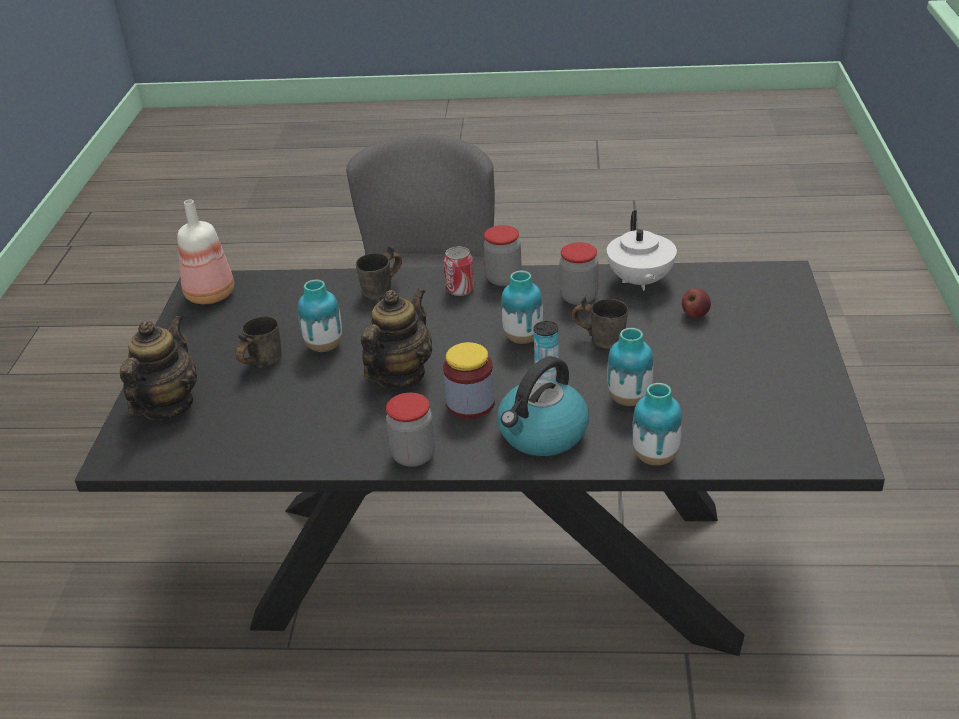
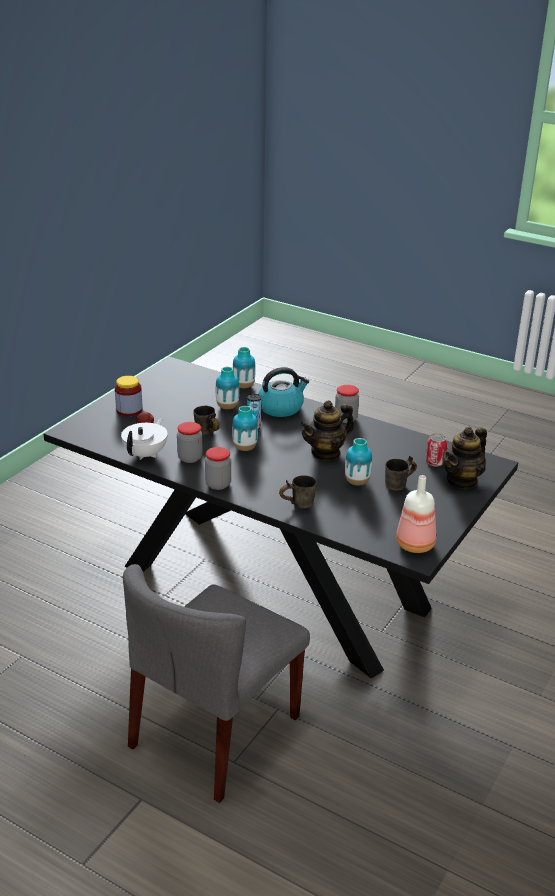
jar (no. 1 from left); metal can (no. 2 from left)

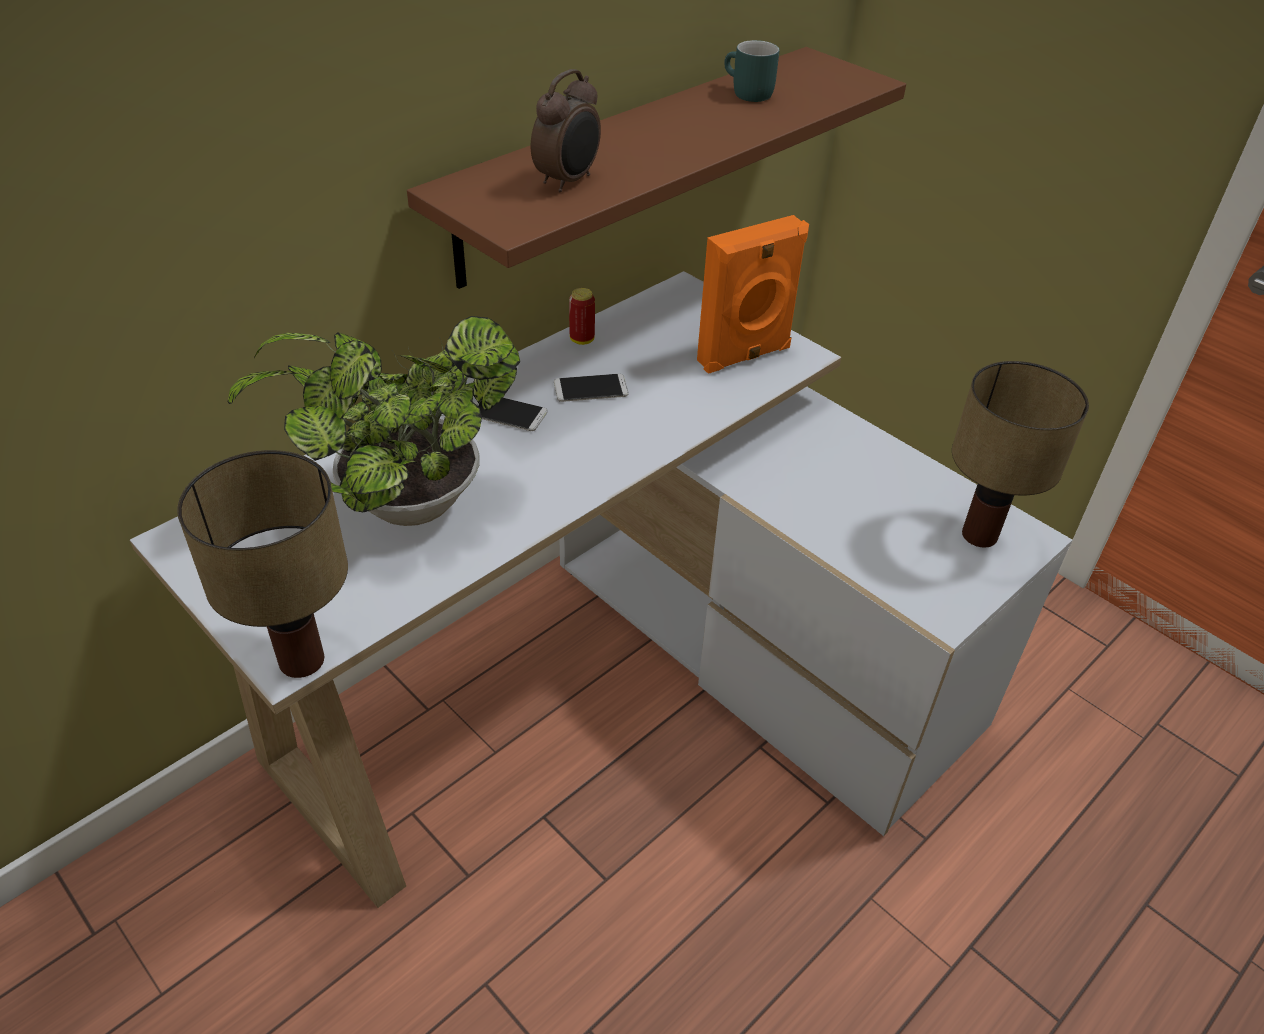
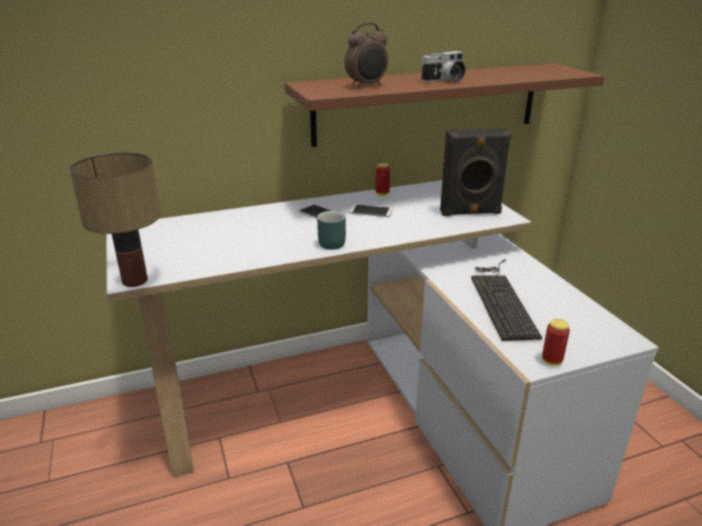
plant in a pot; speaker (blackish); mug (blue-green); table lamp (no. 2 from left in the first image); still camera; keyboard; metal can (no. 2 from left)

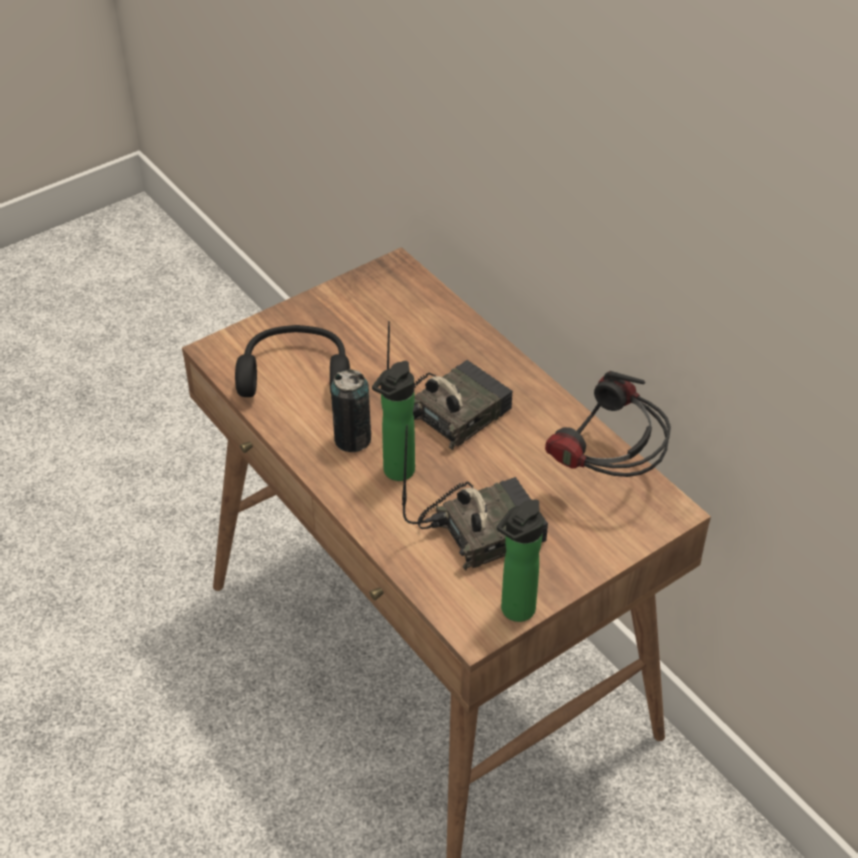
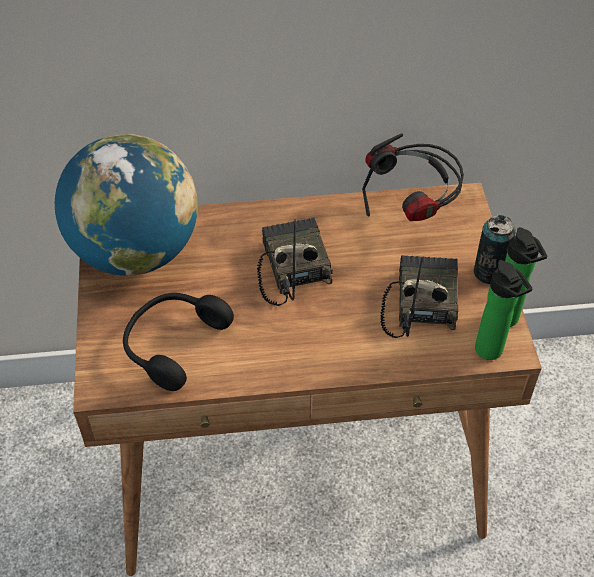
metal can; bottle (no. 1 from left); desk globe

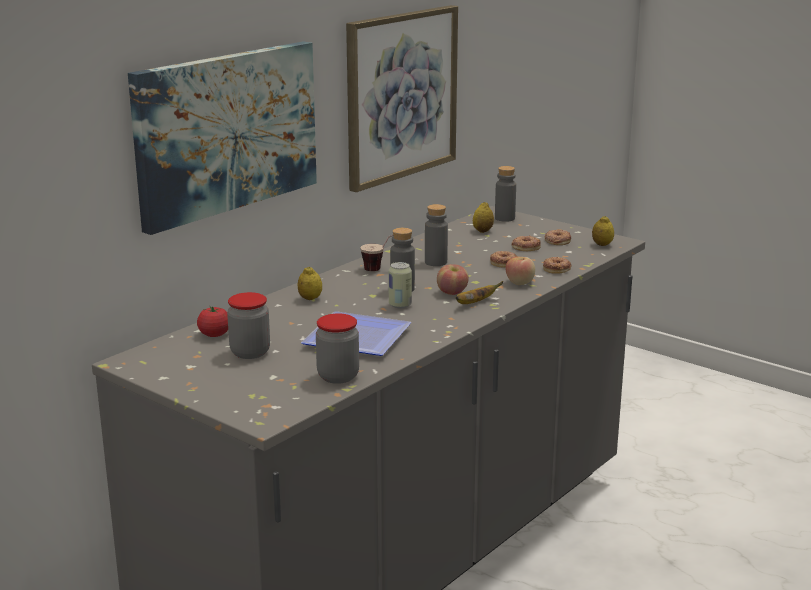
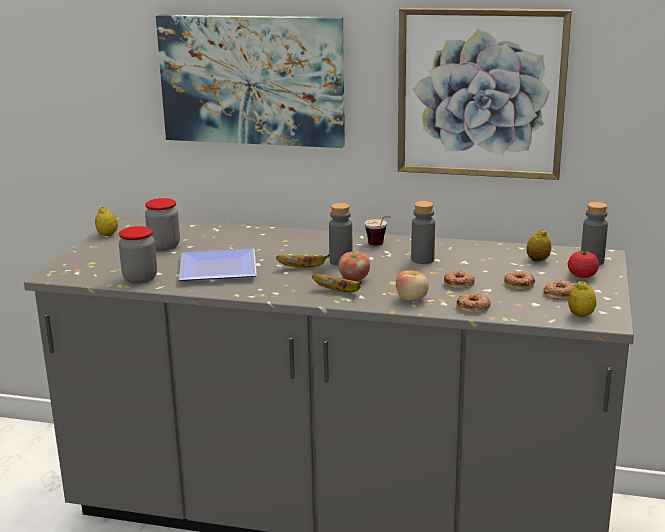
whole tomato; whole lemon (no. 1 from left); banana fruit (no. 1 from left)

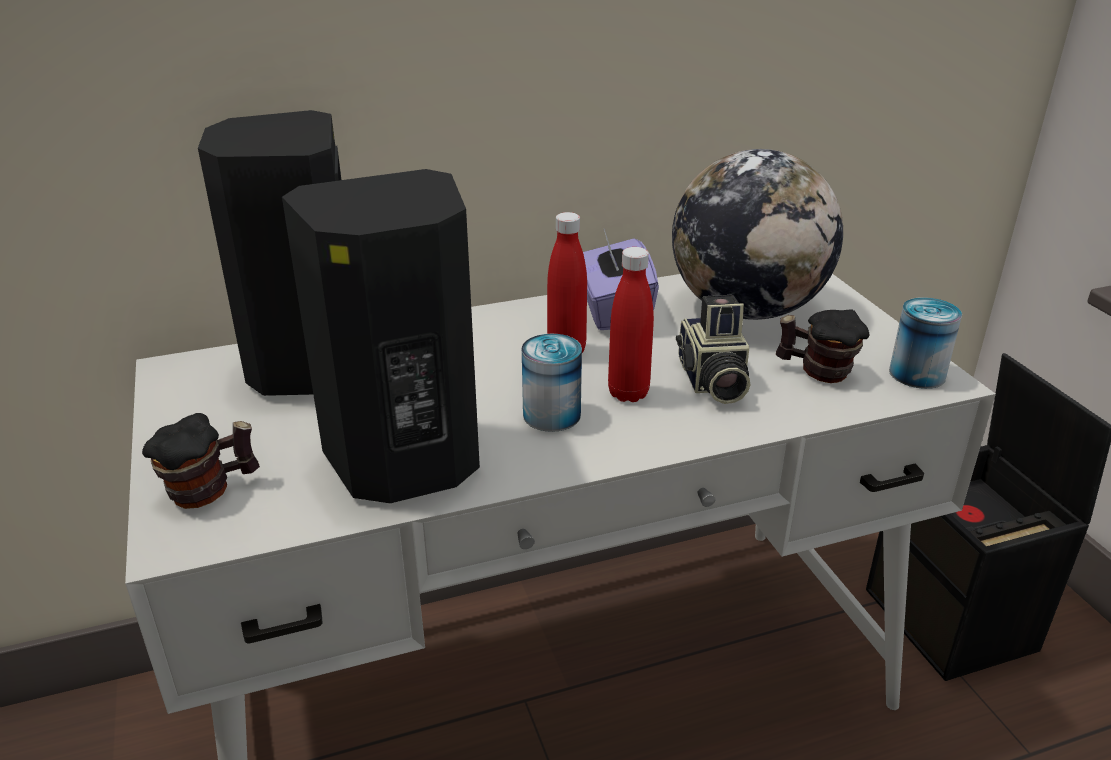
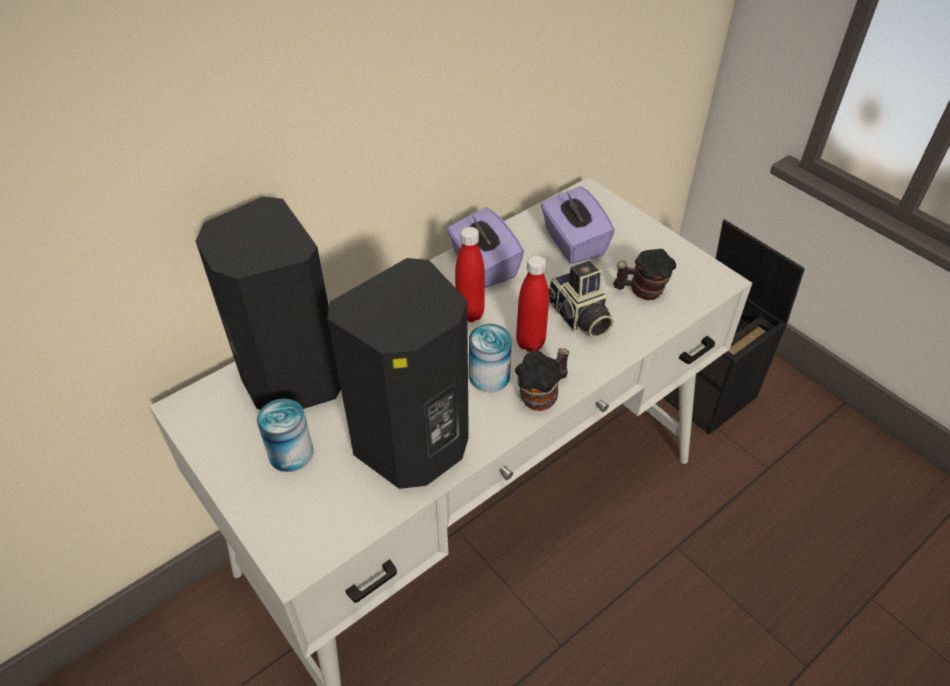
mug (no. 1 from left); tissue holder (purple-coloured) (no. 2 from left); metal can (no. 1 from left)

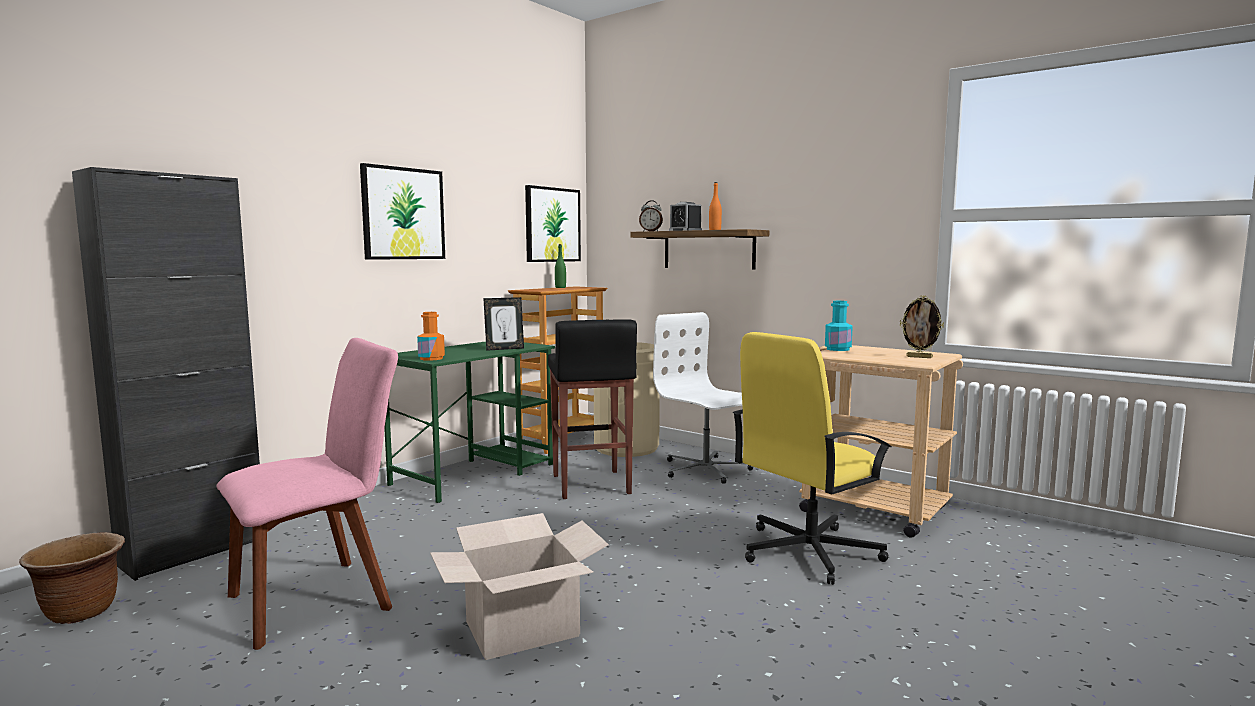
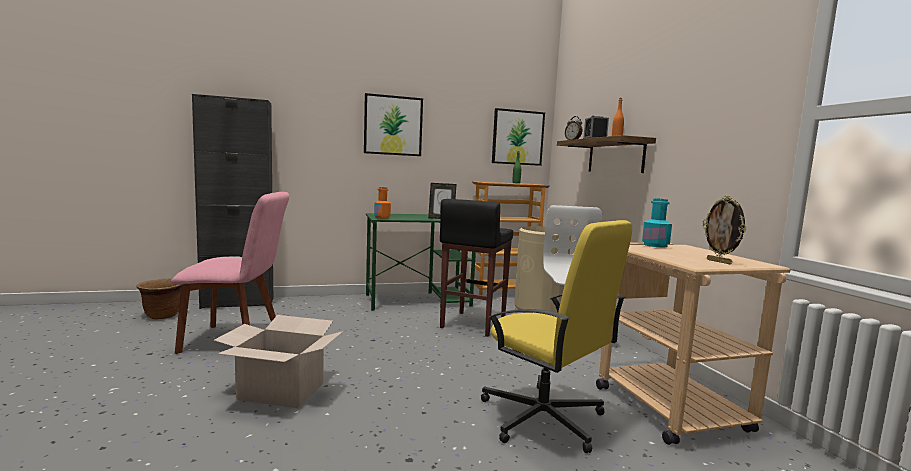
desk chair (yellow-coloured)

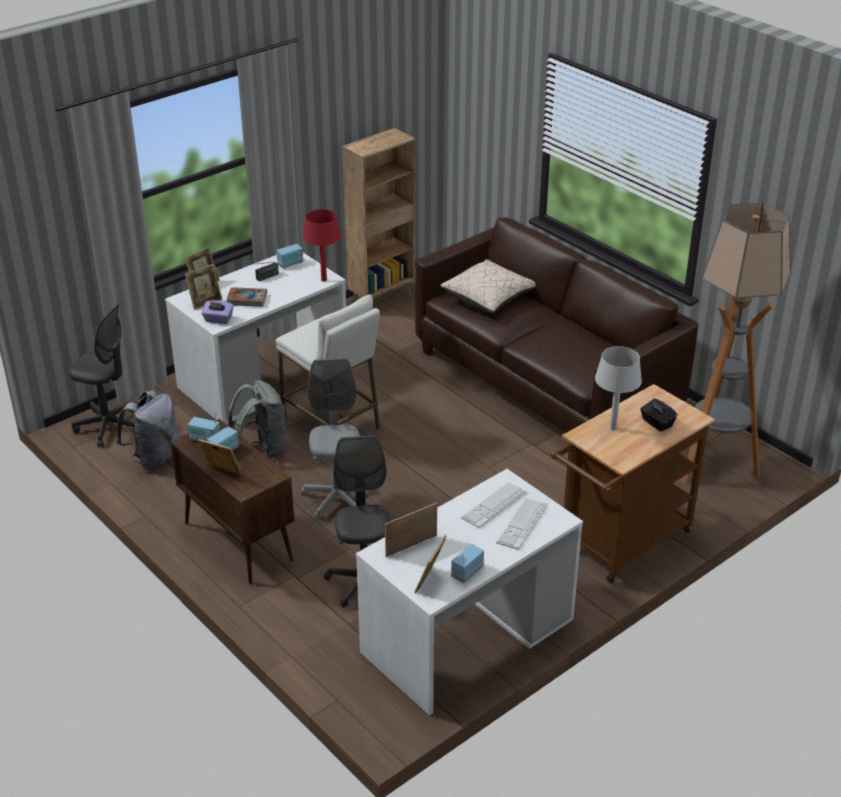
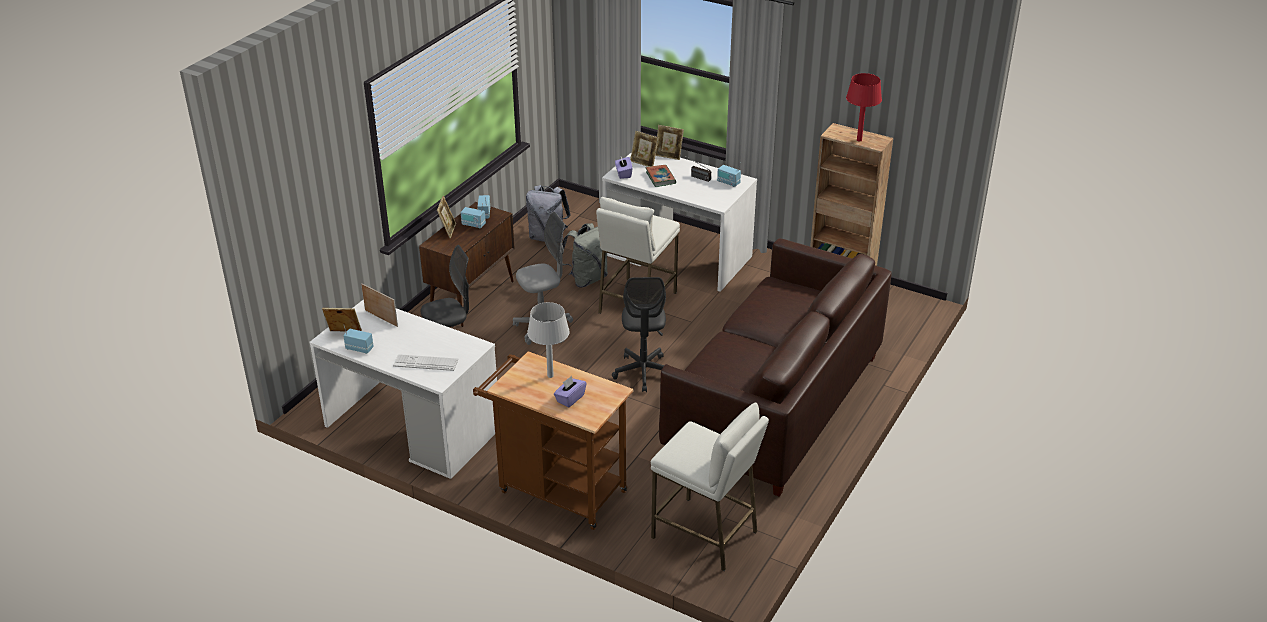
desk chair (grey) (no. 3 from left); table lamp (reddish); throw pillow (sand-coloured); keyboard (no. 1 from left in the first image); tissue holder (purple-coloured) (no. 1 from left); sitting stool (white-coloured) (no. 2 from left)

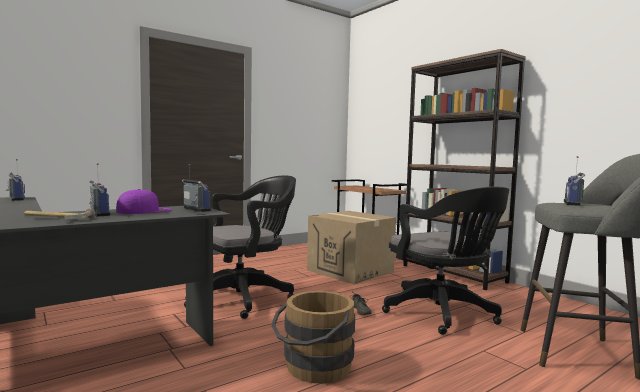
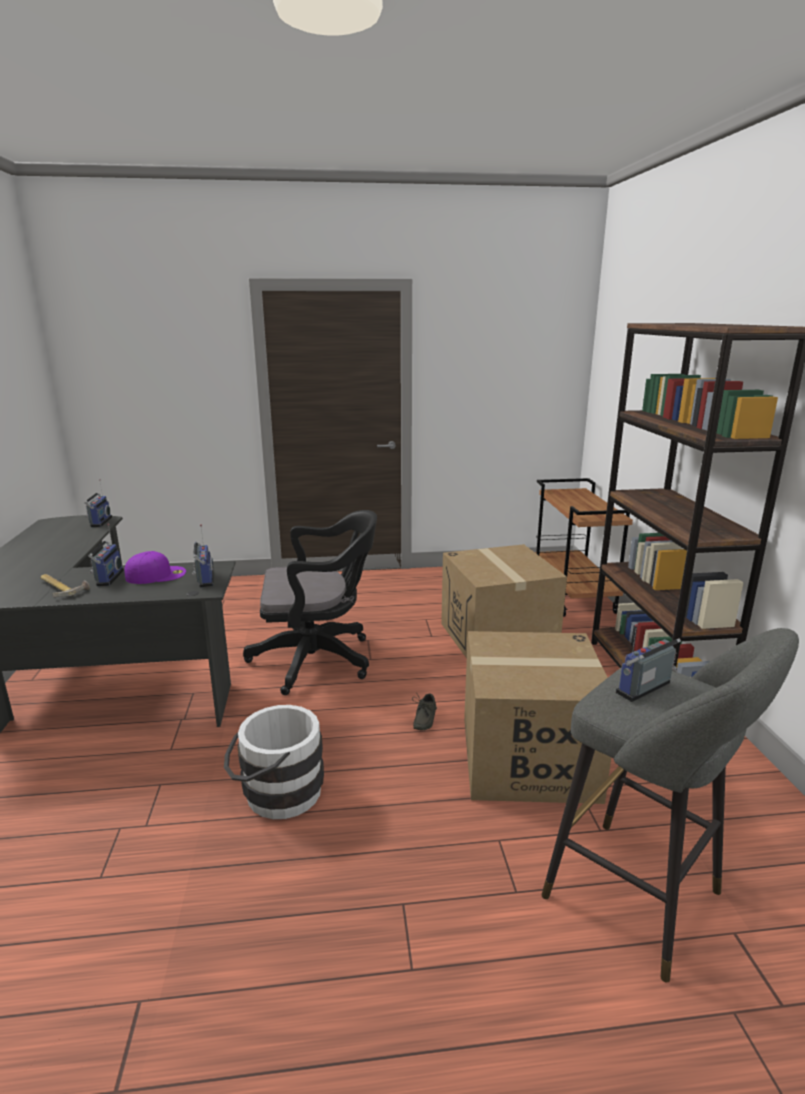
bucket (white-coloured); carton (no. 2 from left)

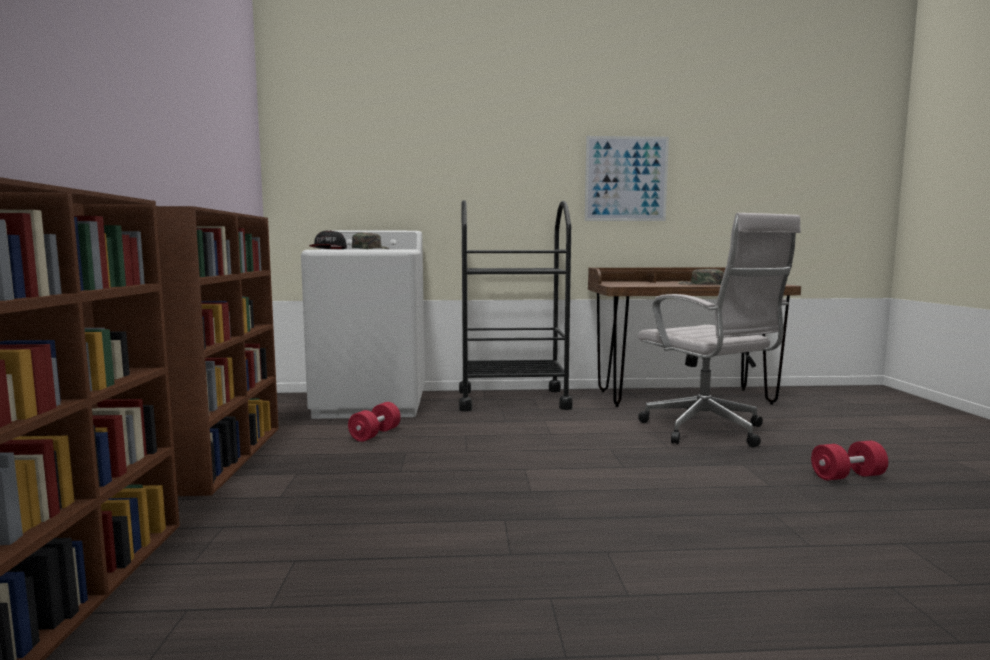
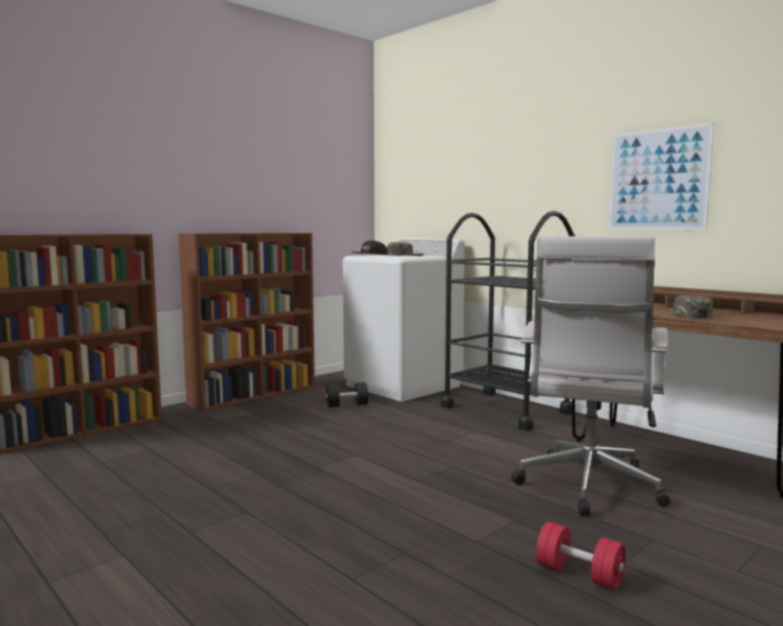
dumbbell (blackish)

